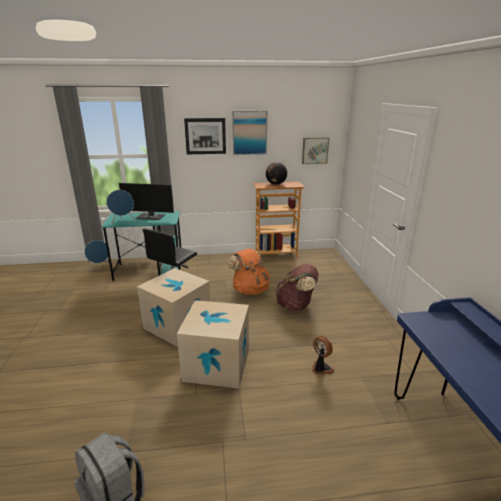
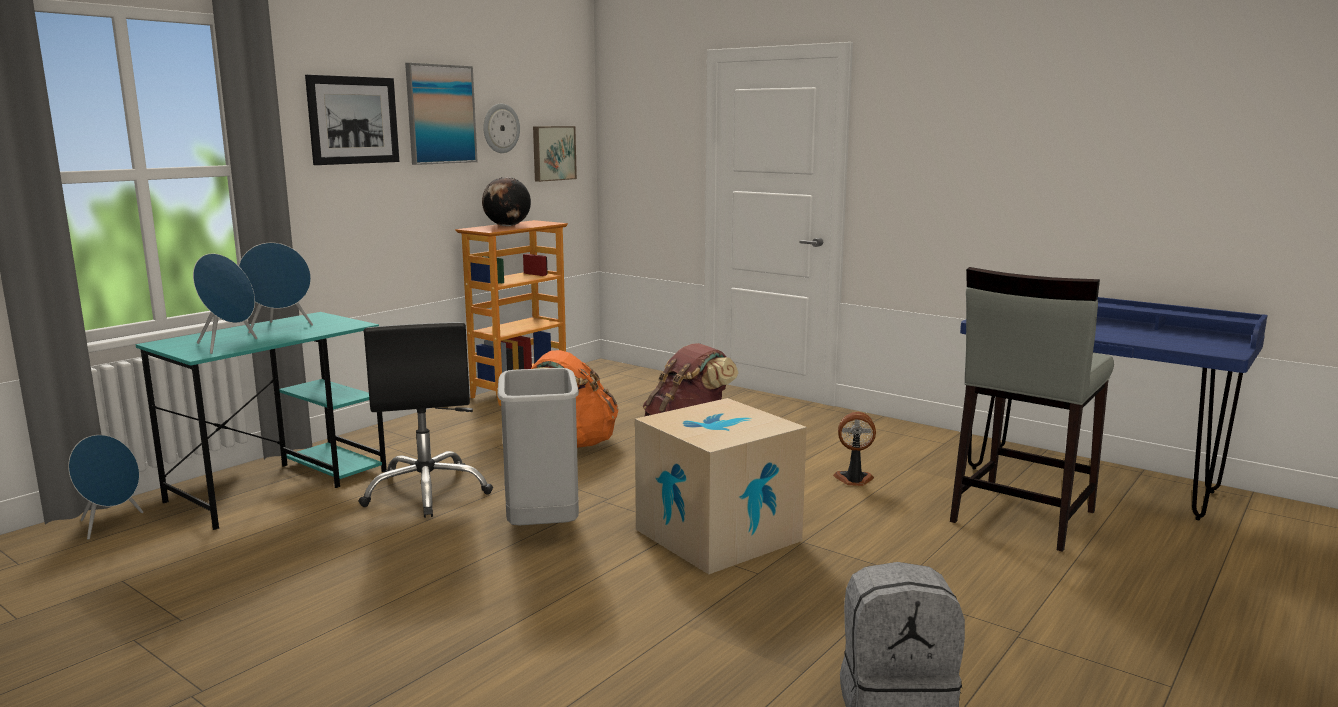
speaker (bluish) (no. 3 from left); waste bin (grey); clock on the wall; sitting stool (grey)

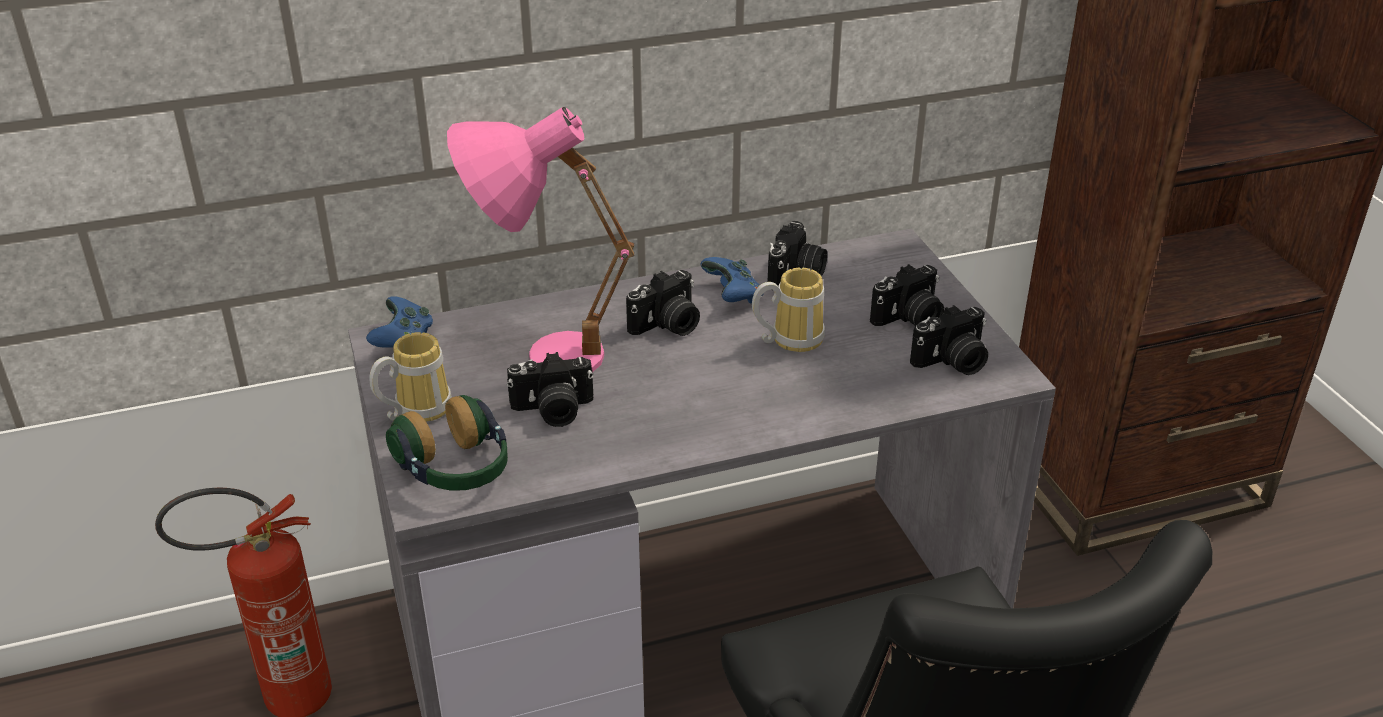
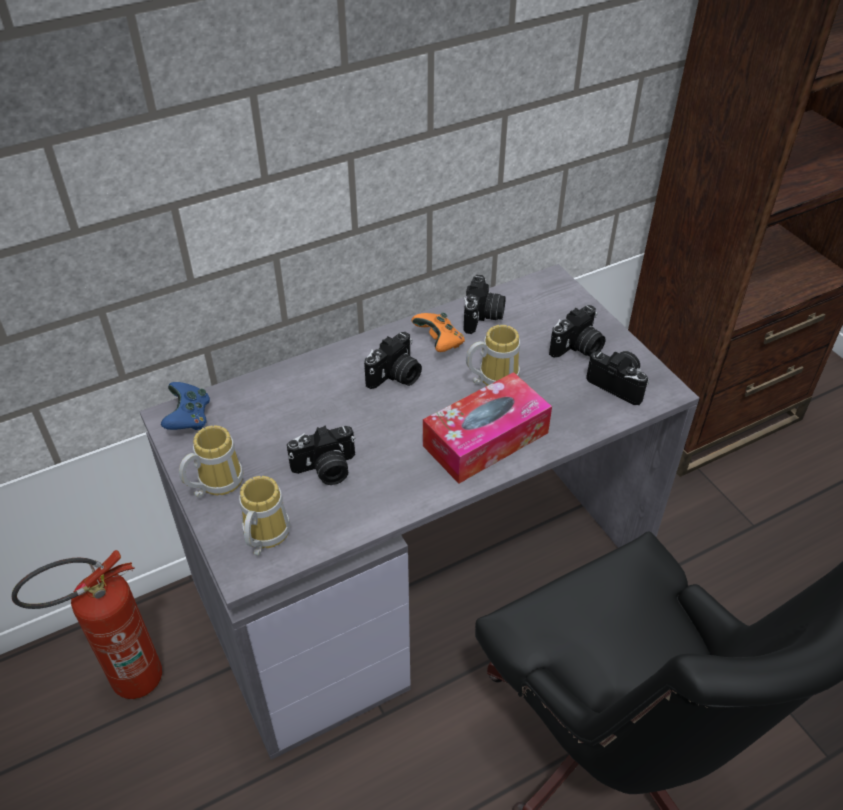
mug (no. 2 from left); table lamp (pink); gamepad (orange-coloured); still camera (no. 5 from left); tissue holder

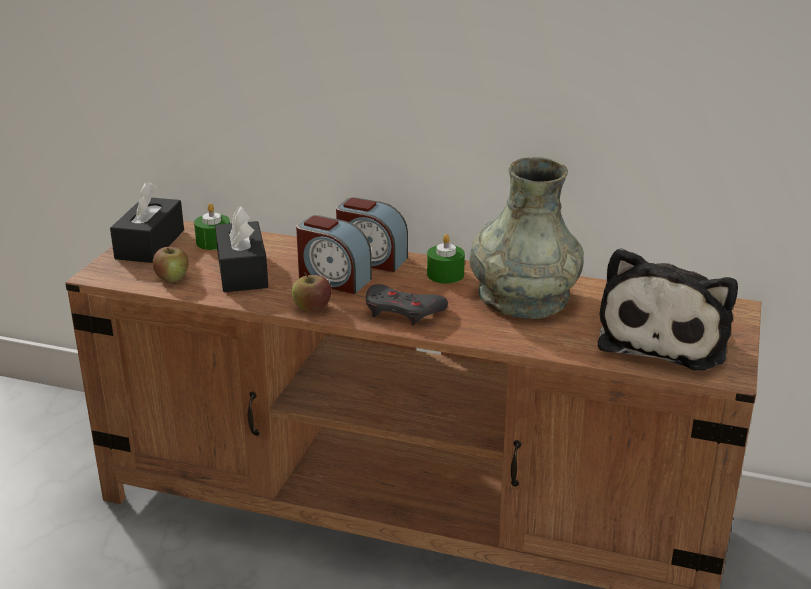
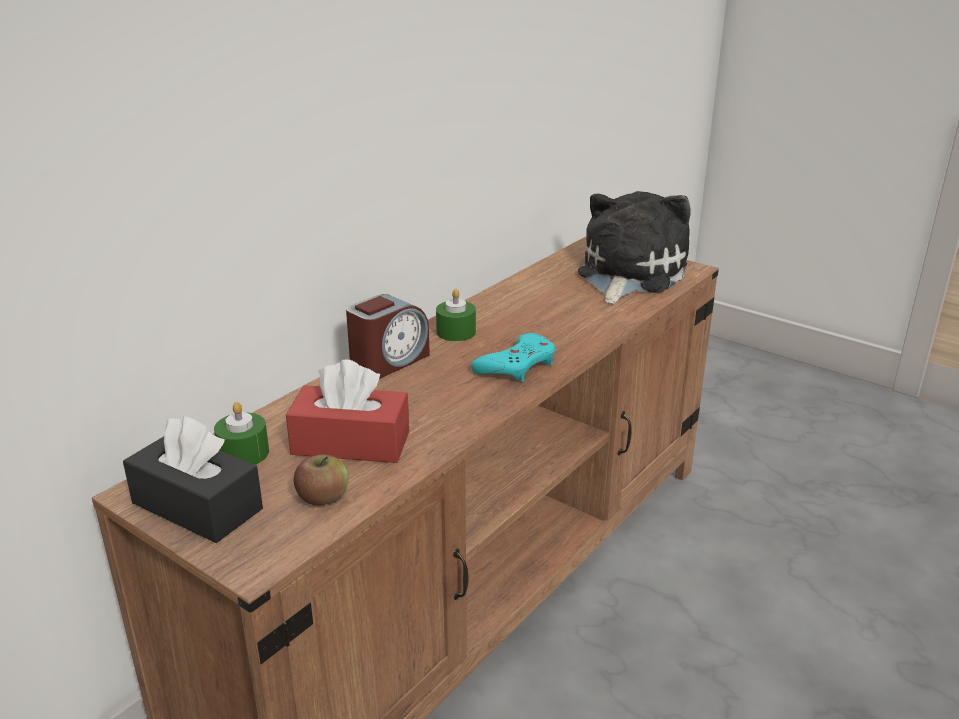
tissue holder (reddish); apple fruit (no. 2 from left in the first image); bedside clock (no. 1 from left in the first image); gamepad (blue-green); flower vase (grey); plush toy

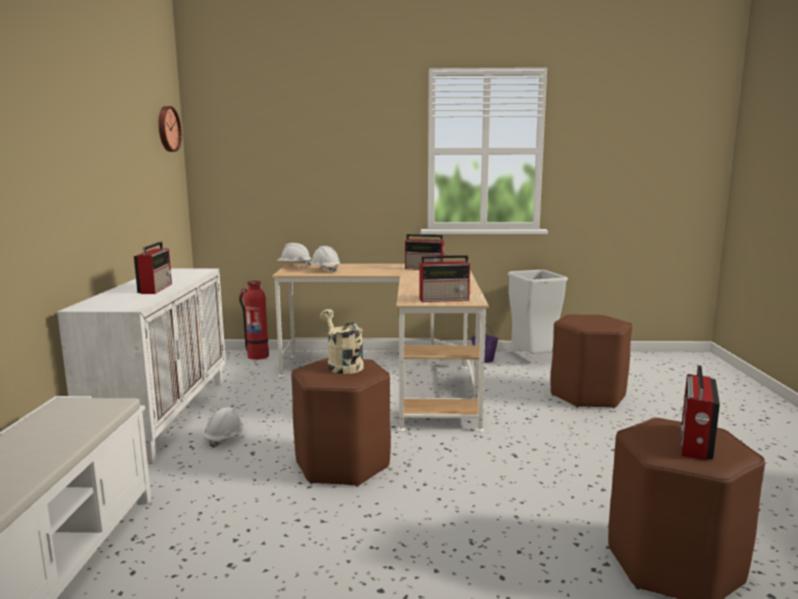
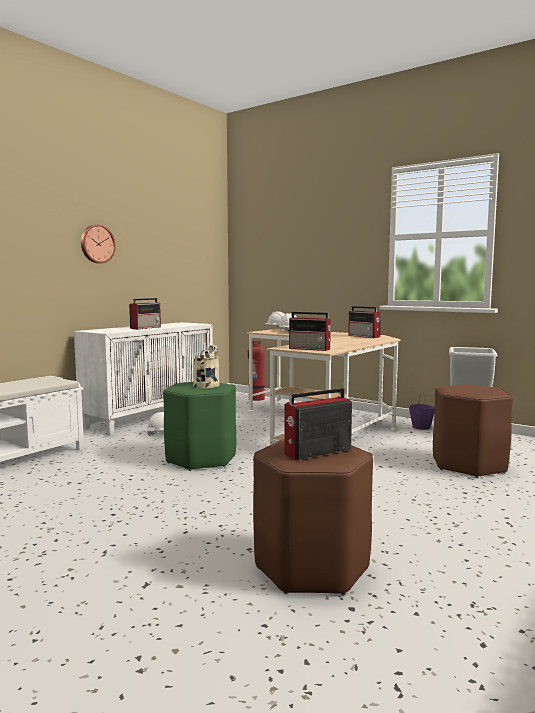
clock on the wall; sitting stool (greenish)

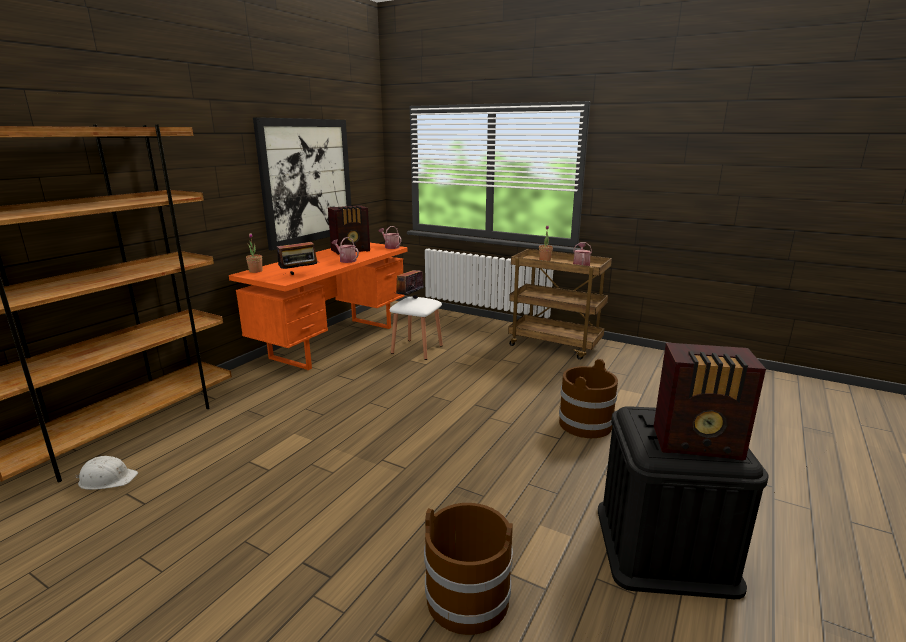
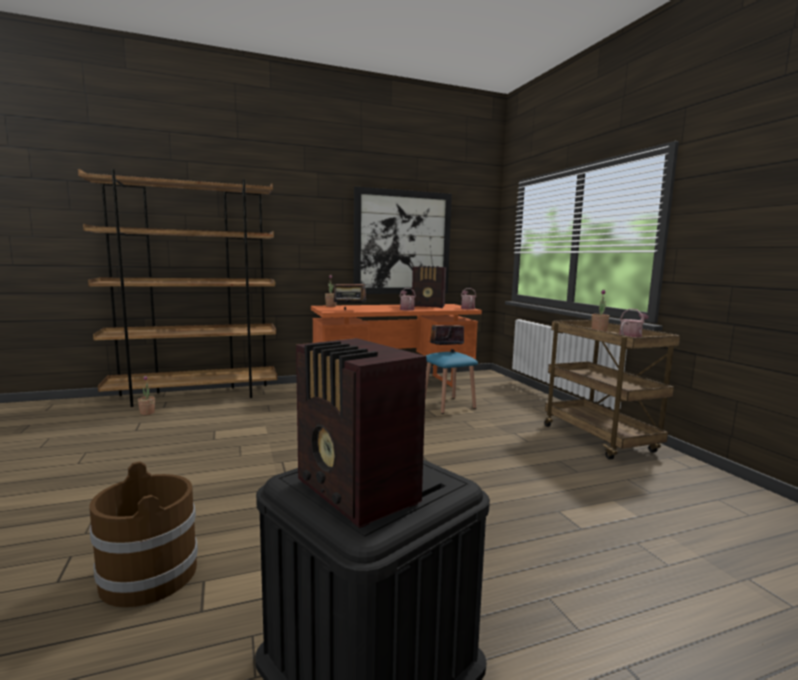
plant in a pot (no. 1 from left); sitting stool (bluish); bucket (brown) (no. 2 from left in the first image)

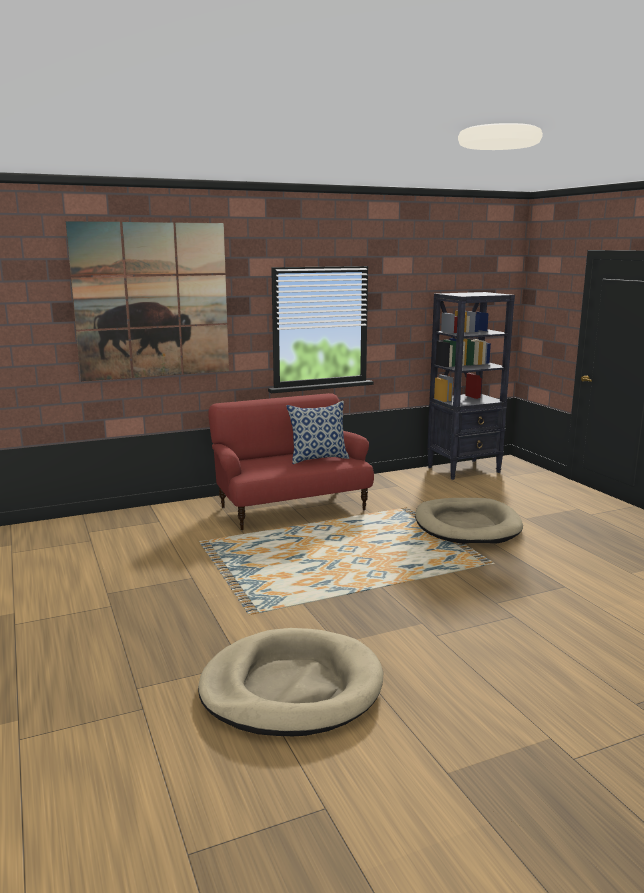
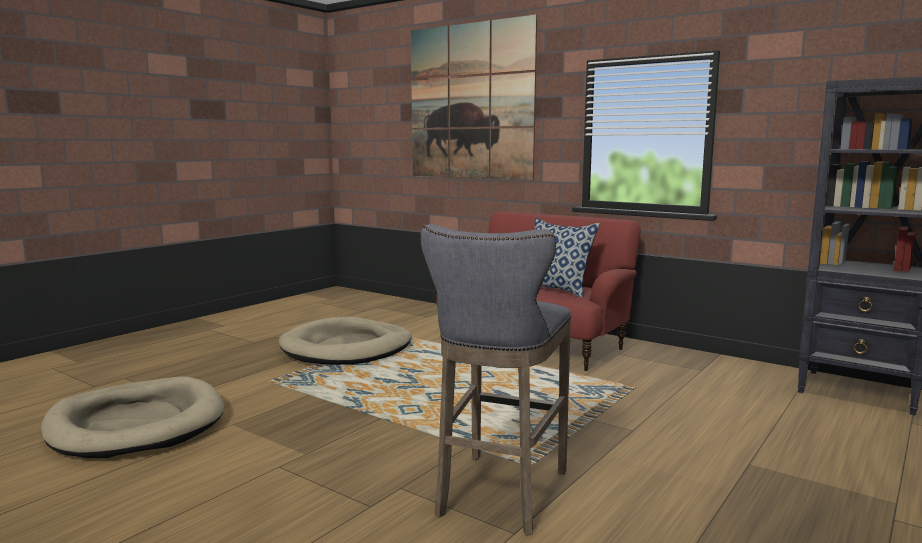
dog cushion (sand-coloured) (no. 2 from left); sitting stool (grey)

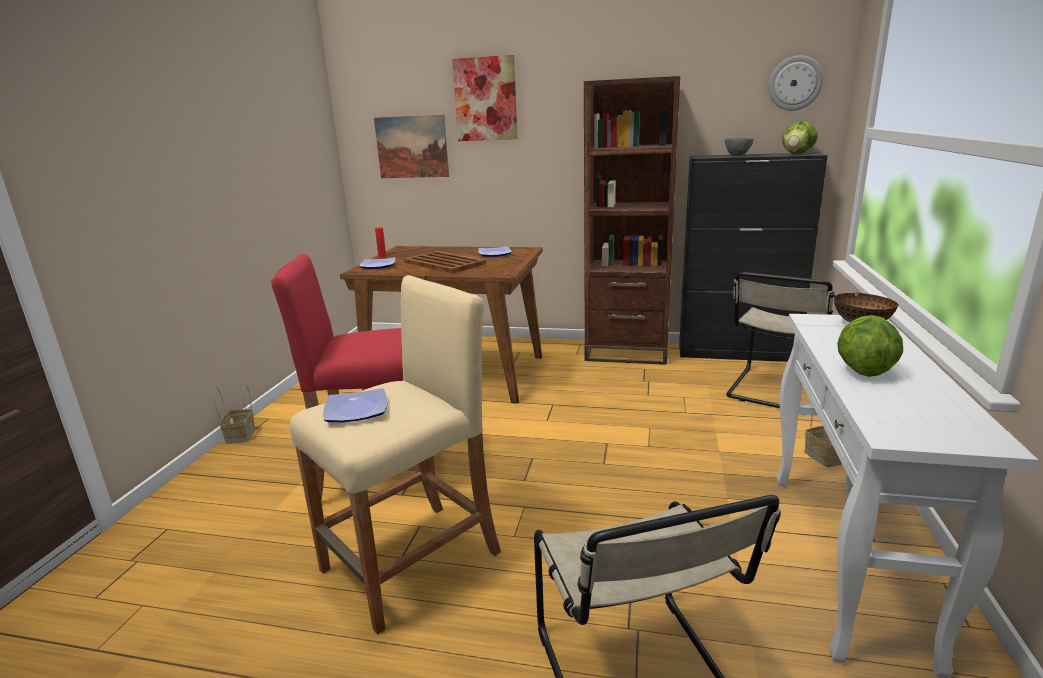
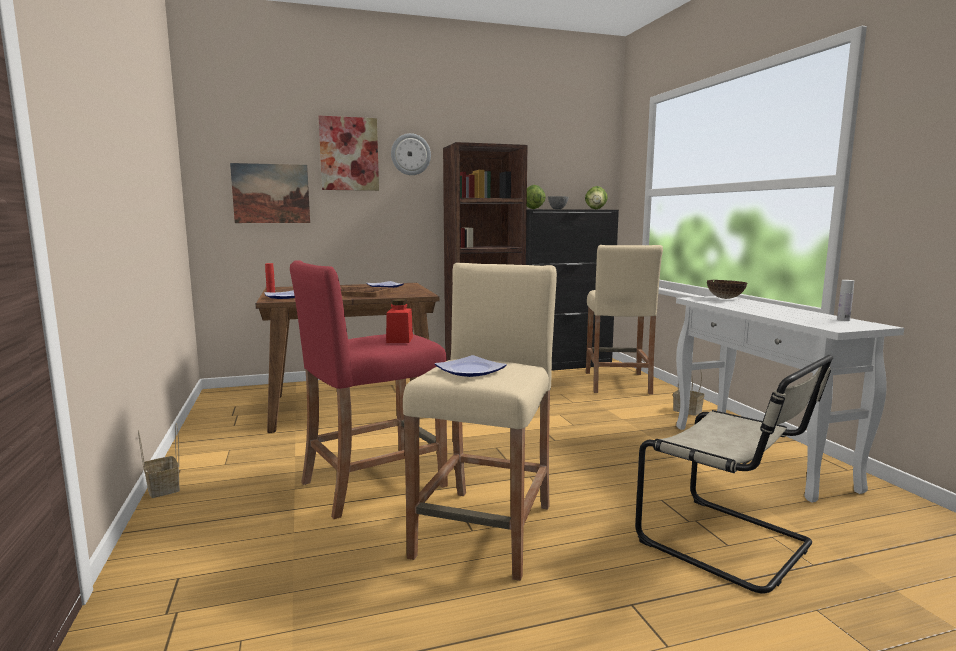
sitting stool (sand-coloured) (no. 2 from left); clock on the wall; lettuce (no. 1 from left); jar (reddish); bottle (white-coloured)

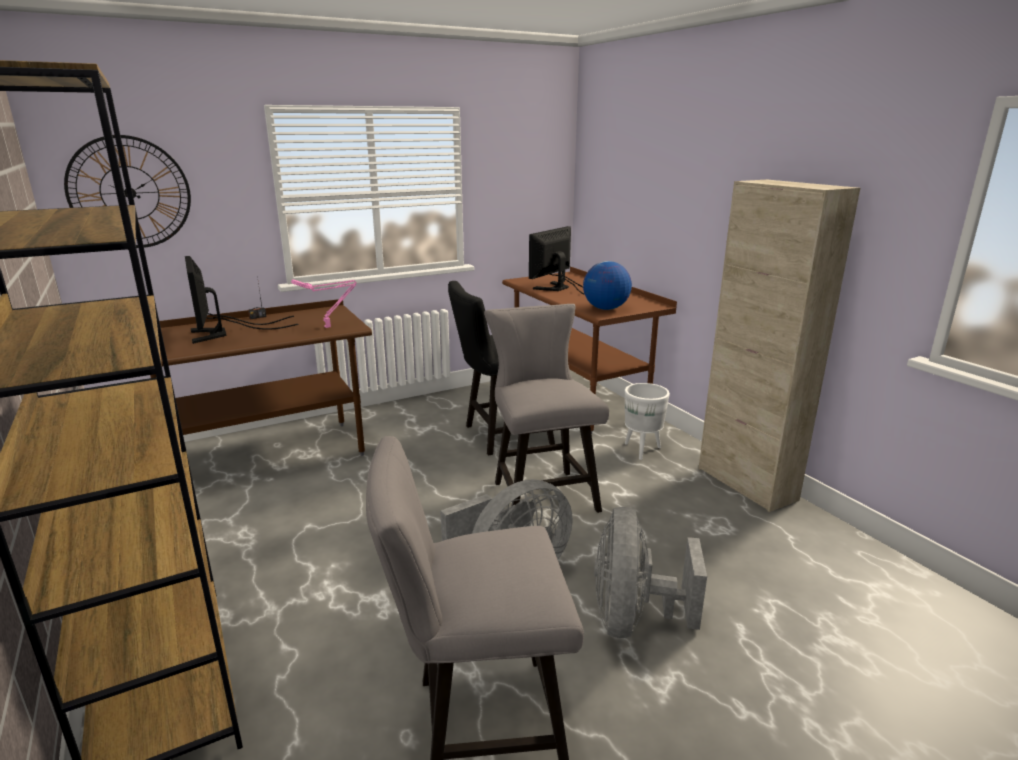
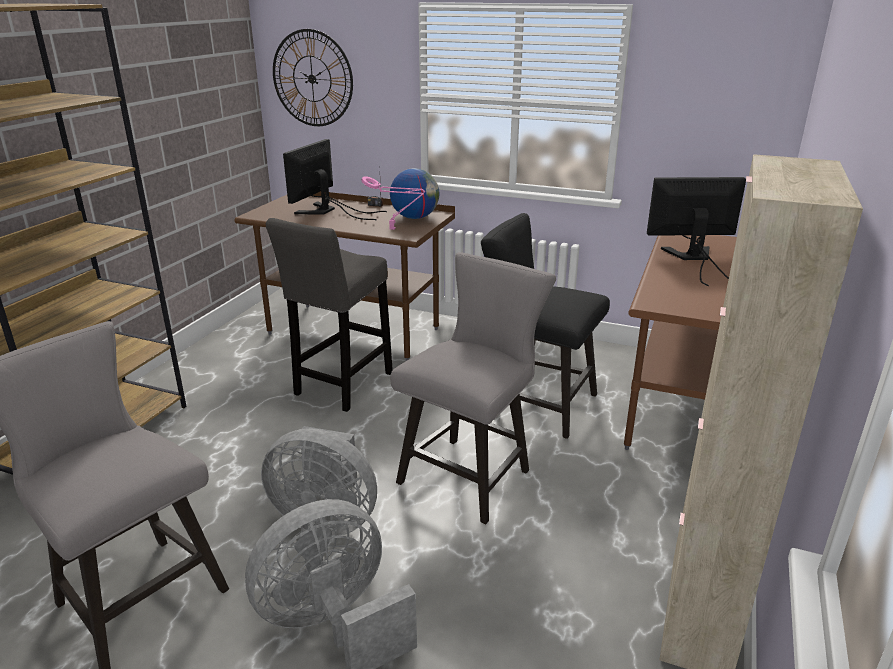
desk globe; planter (white-coloured); sitting stool (grey)

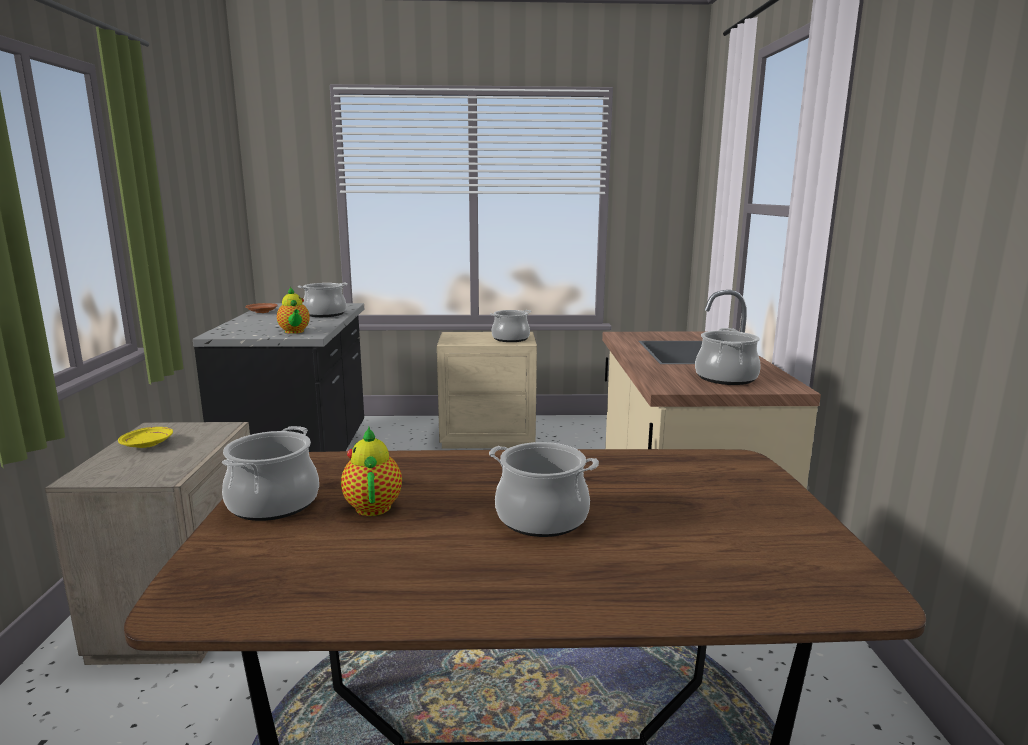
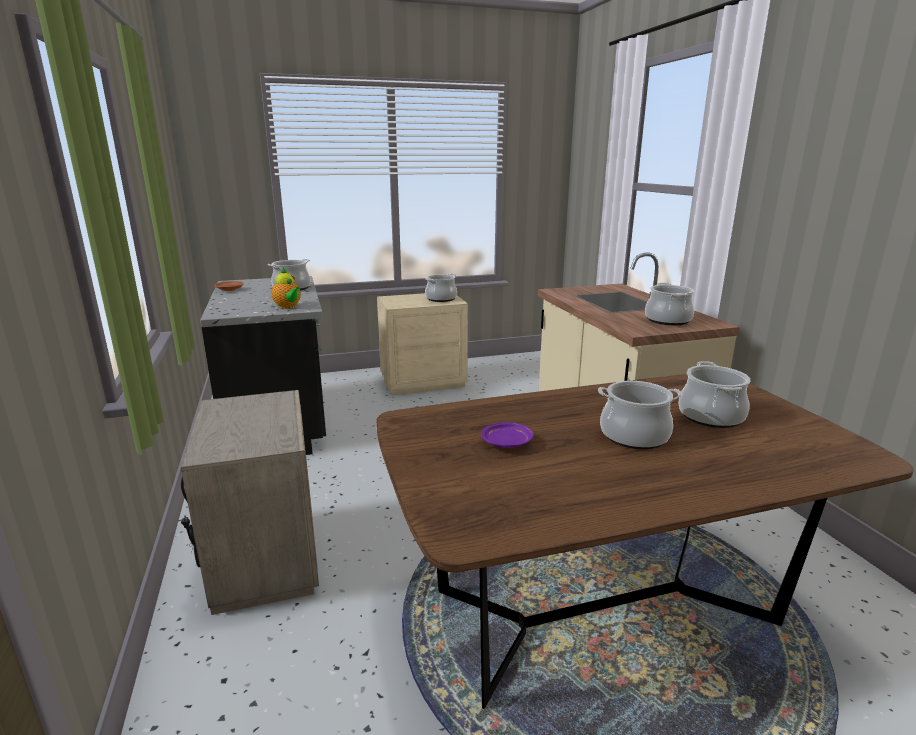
dinner plate (yellow-coloured); stockpot (no. 5 from left); dinner plate (purple-coloured)

